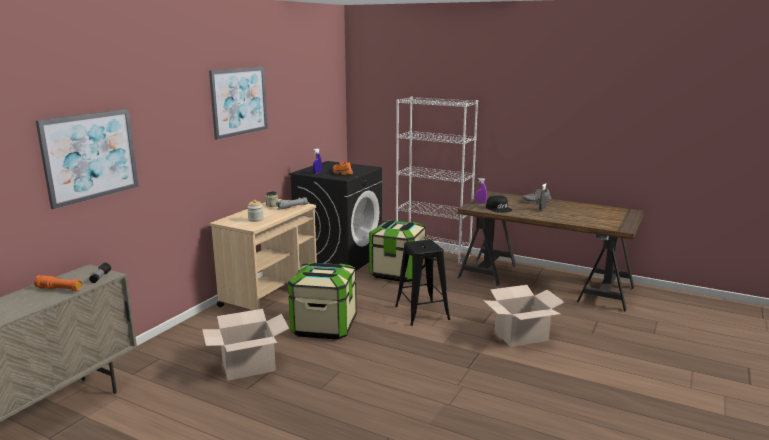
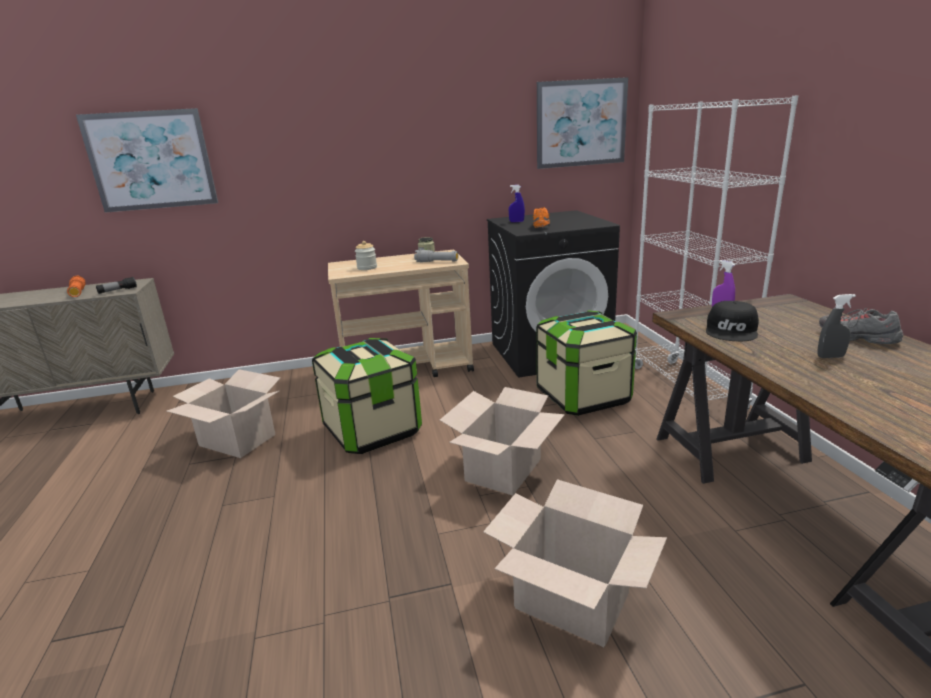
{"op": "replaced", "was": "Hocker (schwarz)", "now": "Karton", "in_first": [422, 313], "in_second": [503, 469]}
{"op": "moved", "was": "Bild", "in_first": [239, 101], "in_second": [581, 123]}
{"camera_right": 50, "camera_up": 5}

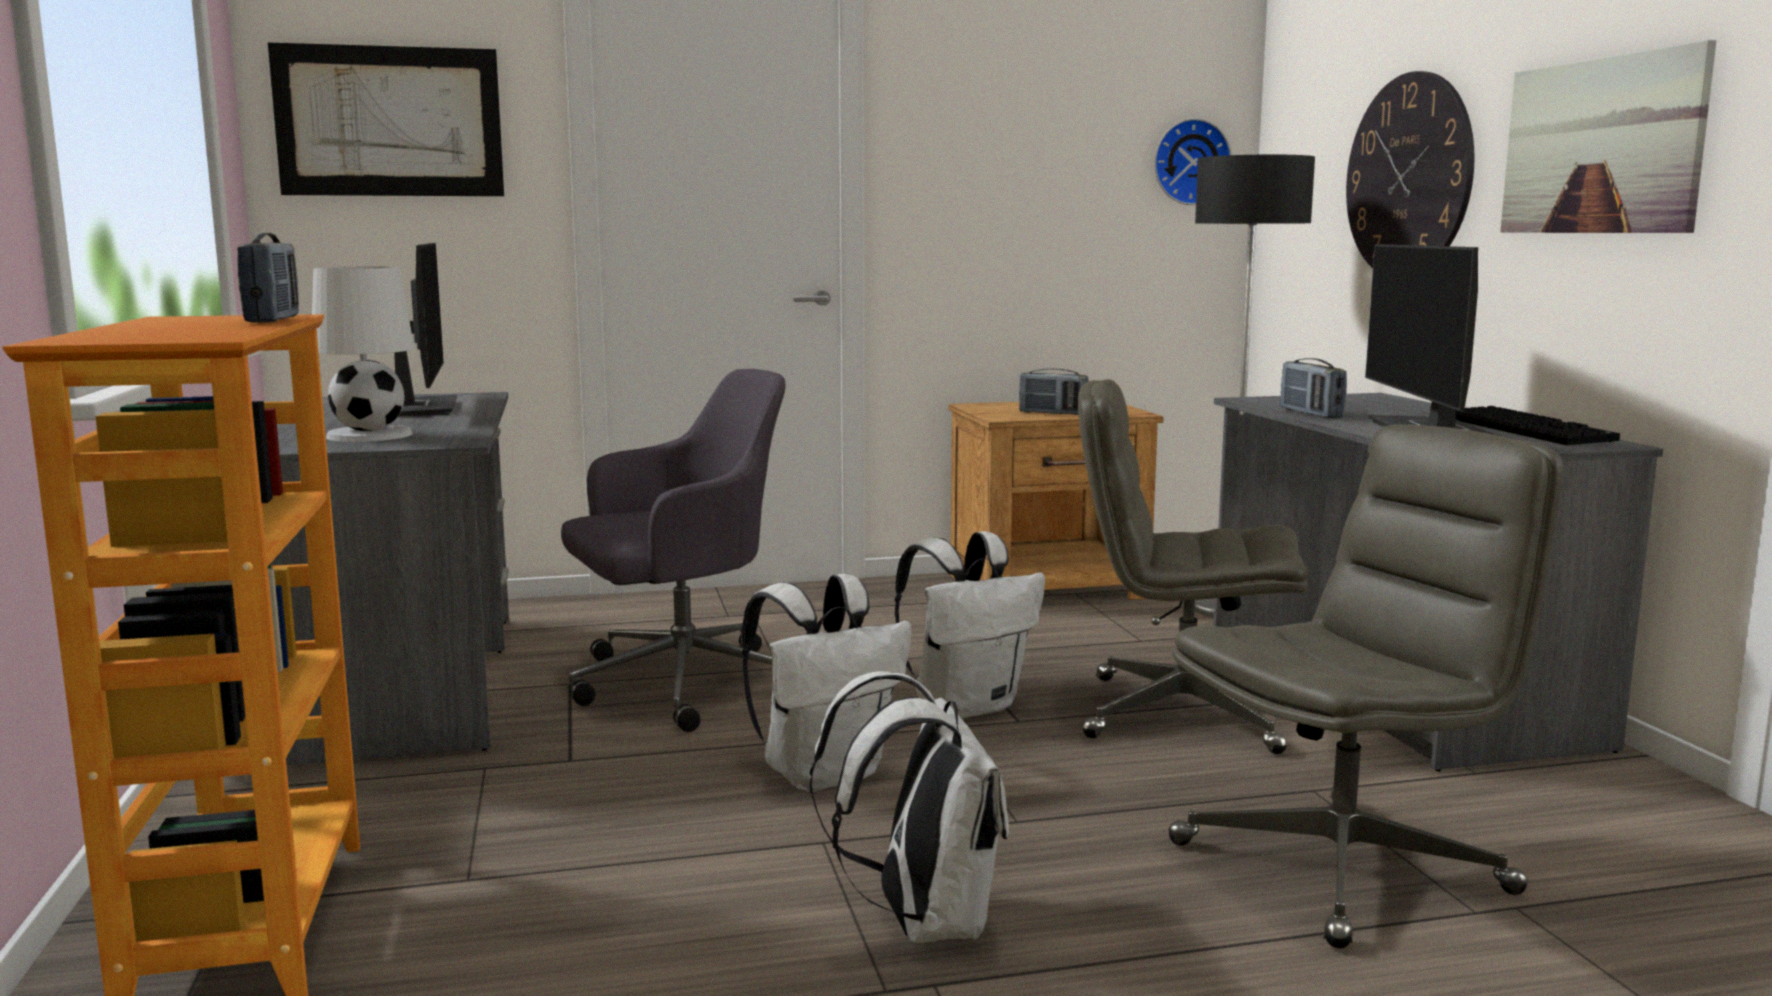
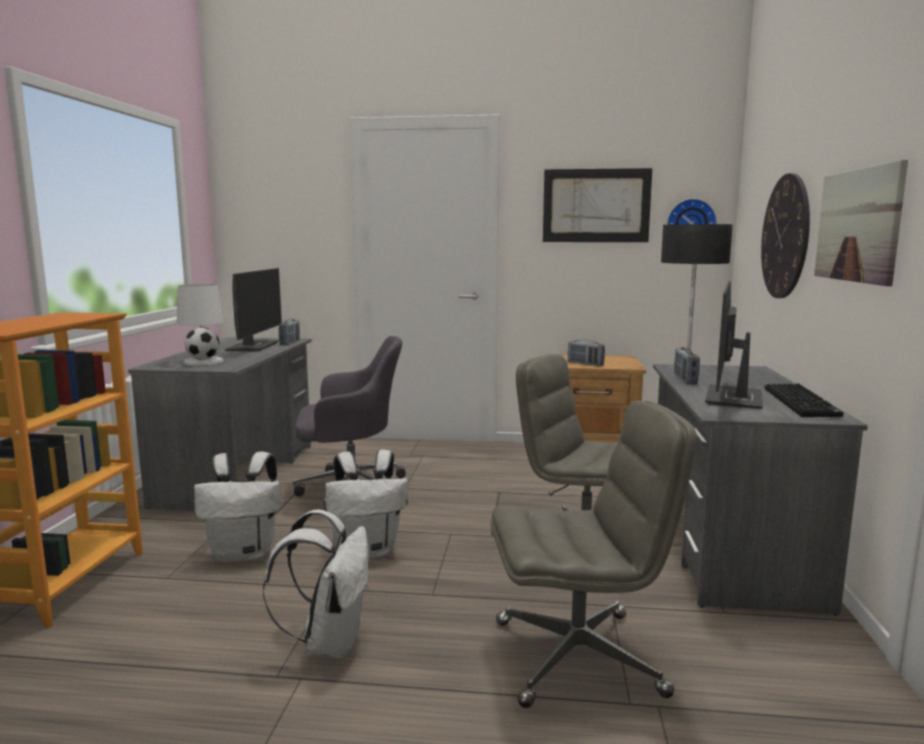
{"op": "moved", "was": "Rucksack (weiß)", "in_first": [967, 706], "in_second": [245, 553]}
{"op": "moved", "was": "Radio", "in_first": [273, 320], "in_second": [290, 343]}
{"op": "moved", "was": "Bild", "in_first": [389, 121], "in_second": [596, 205]}
{"camera_right": 20, "camera_up": 0}

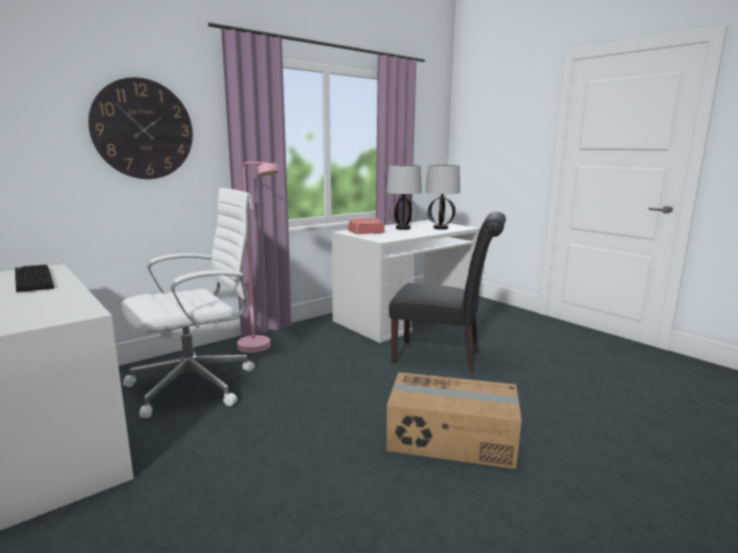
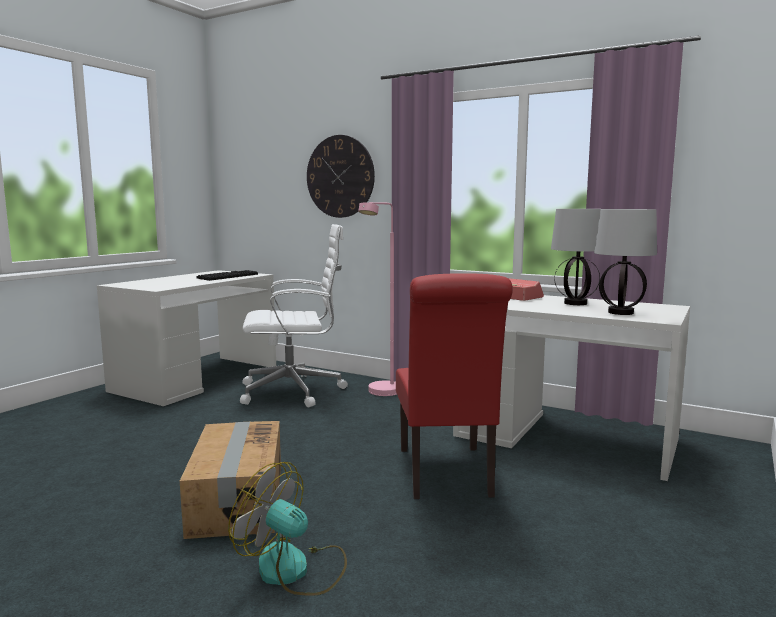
{"op": "added", "now": "Ventilator", "in_second": [294, 570]}
{"op": "turned", "was": "Bürostuhl (weiß)", "in_first": [196, 384], "in_second": [295, 391], "clockwise": -45}
{"op": "recoloured", "was": "Stuhl (schwarz)", "now": "Stuhl (rot)", "in_first": [443, 357], "in_second": [446, 475]}
{"camera_right": 70, "camera_up": -5}

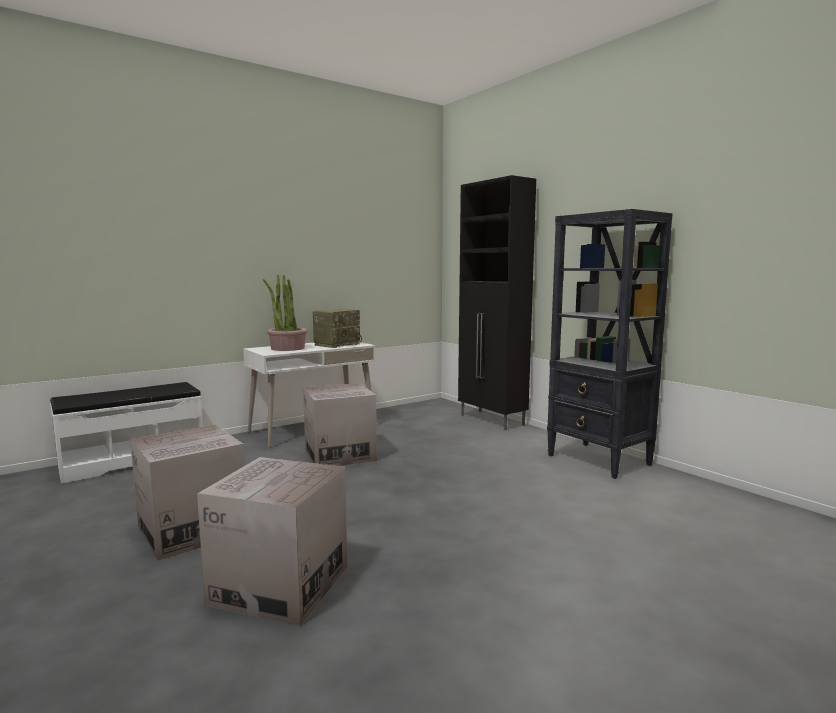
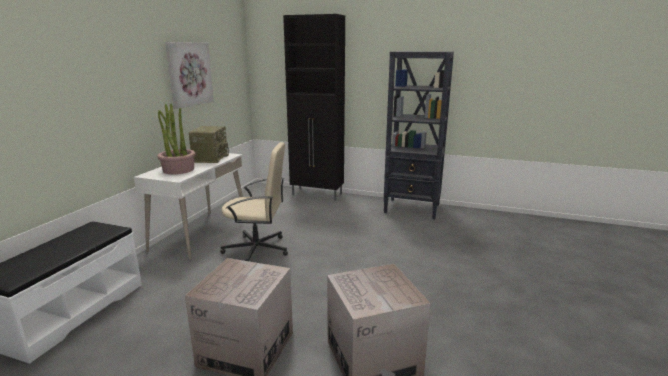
{"op": "added", "now": "Bild", "in_second": [189, 74]}
{"op": "replaced", "was": "Karton", "now": "Bürostuhl (beige)", "in_first": [340, 455], "in_second": [257, 249]}
{"camera_right": -35, "camera_up": 10}

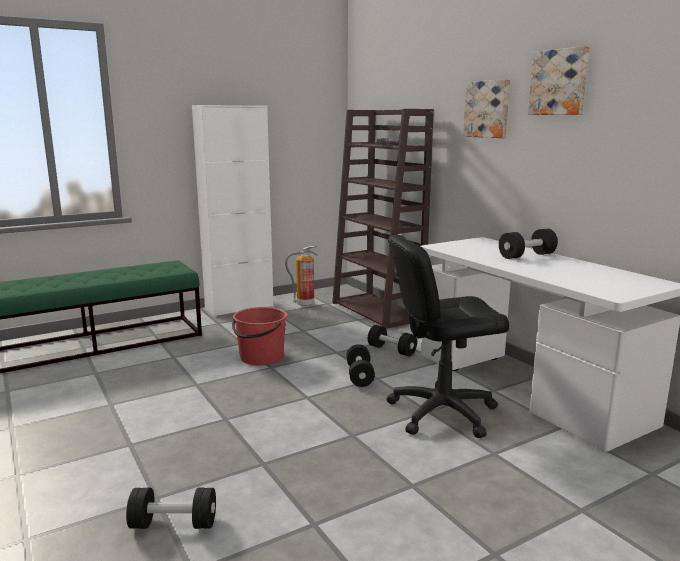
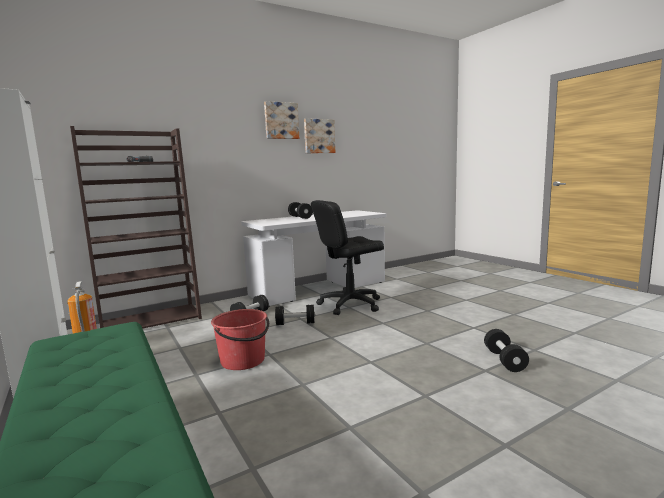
{"op": "moved", "was": "Bild", "in_first": [488, 109], "in_second": [319, 136]}
{"op": "turned", "was": "Bürostuhl (schwarz)", "in_first": [442, 412], "in_second": [350, 304], "clockwise": 75}
{"camera_right": -90, "camera_up": -5}

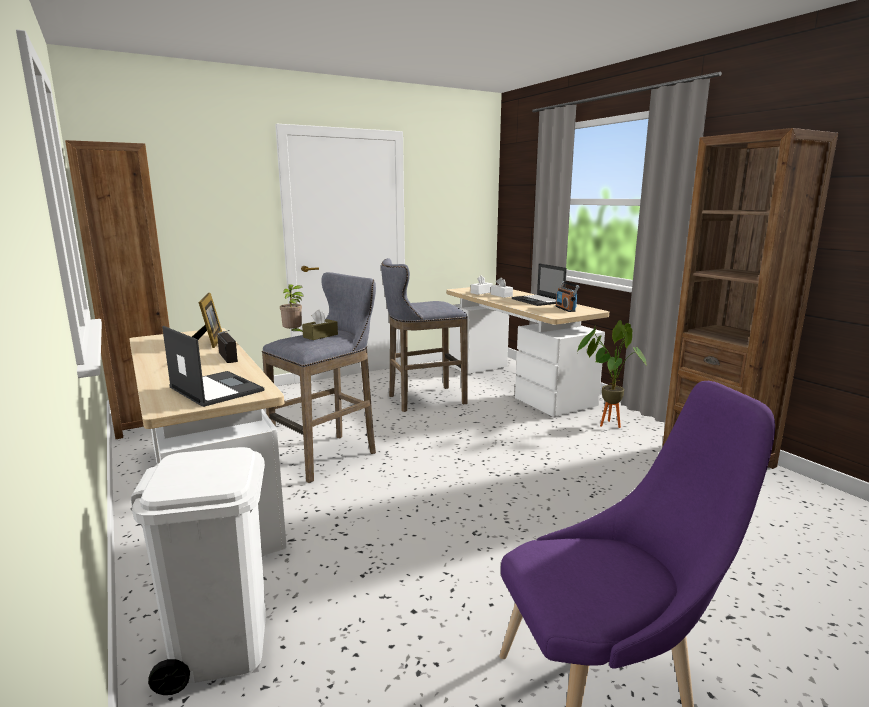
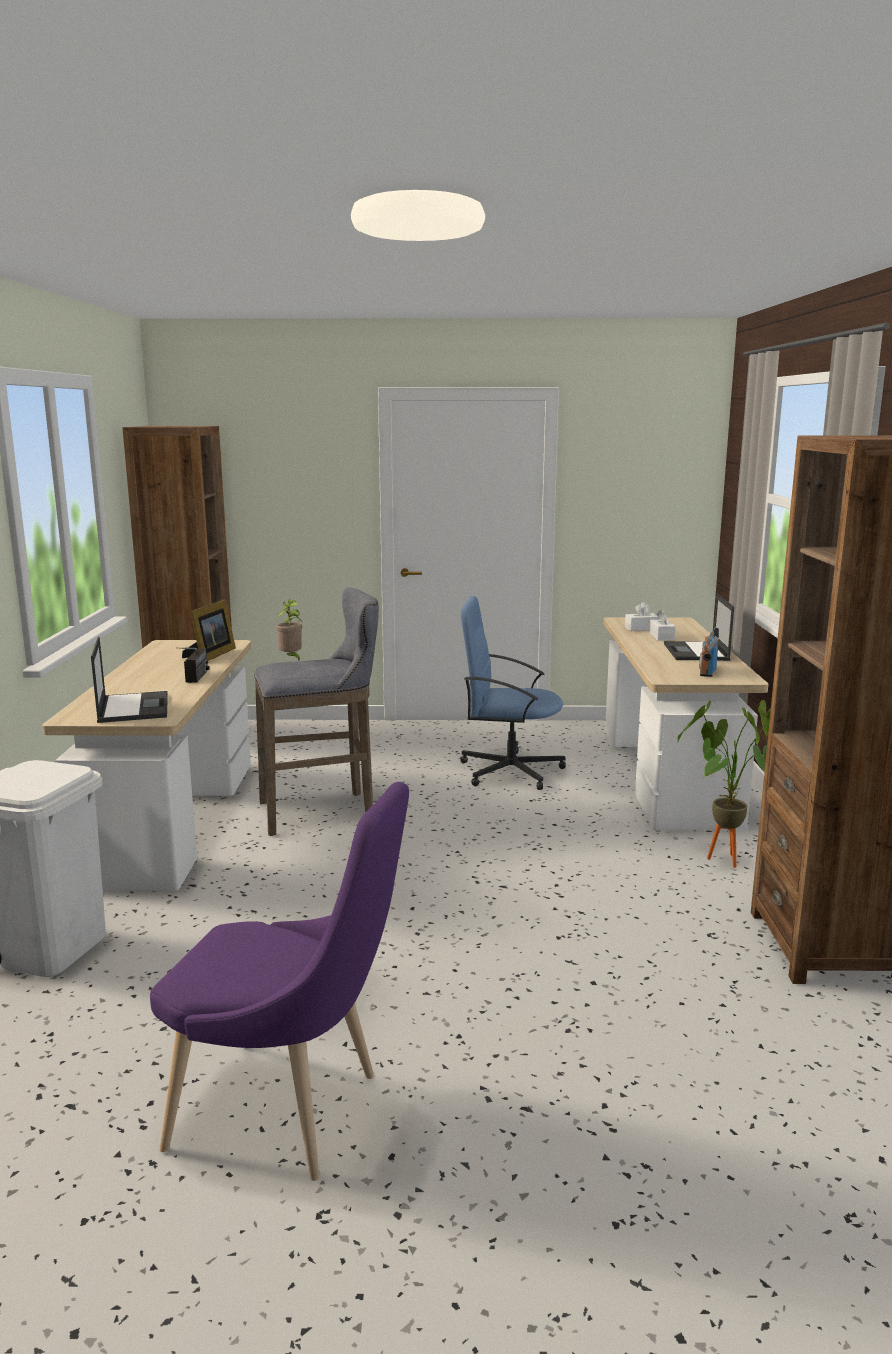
{"op": "replaced", "was": "Hocker (grau)", "now": "Bürostuhl (blau)", "in_first": [423, 400], "in_second": [509, 771]}
{"op": "removed", "was": "Taschentuchbox (braun)", "in_first": [320, 336]}
{"camera_right": 30, "camera_up": 0}

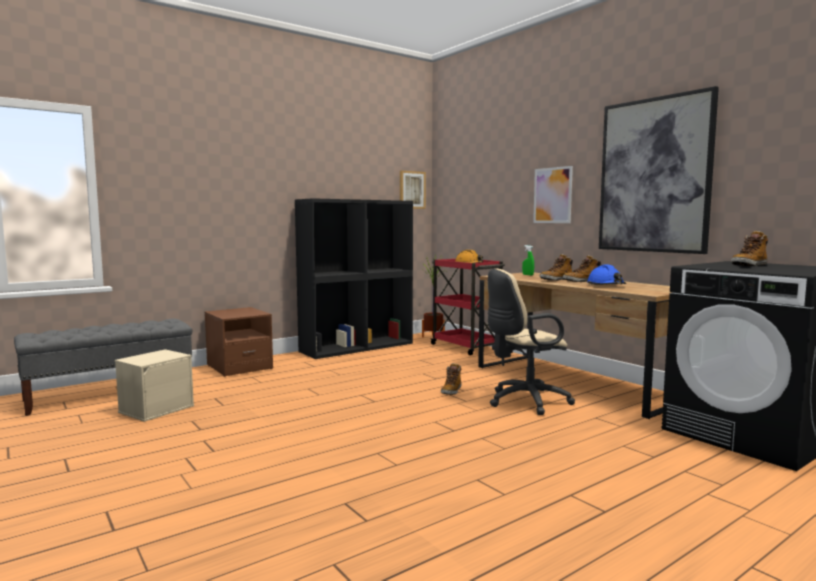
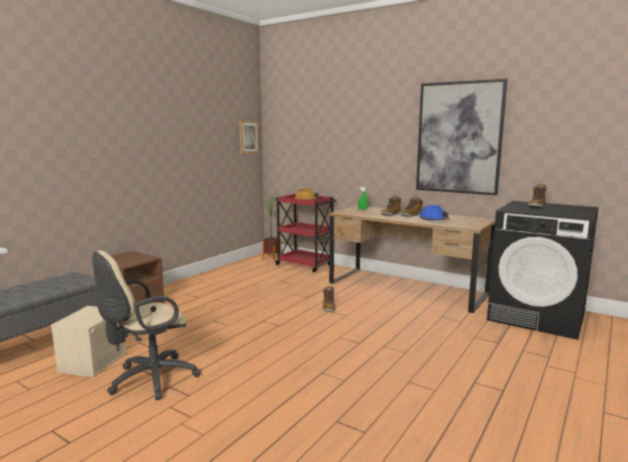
{"op": "moved", "was": "Bürostuhl (beige)", "in_first": [524, 401], "in_second": [149, 380]}
{"op": "removed", "was": "Bücherregal (schwarz)", "in_first": [357, 347]}
{"op": "removed", "was": "Bild", "in_first": [552, 195]}
{"camera_right": -20, "camera_up": 5}

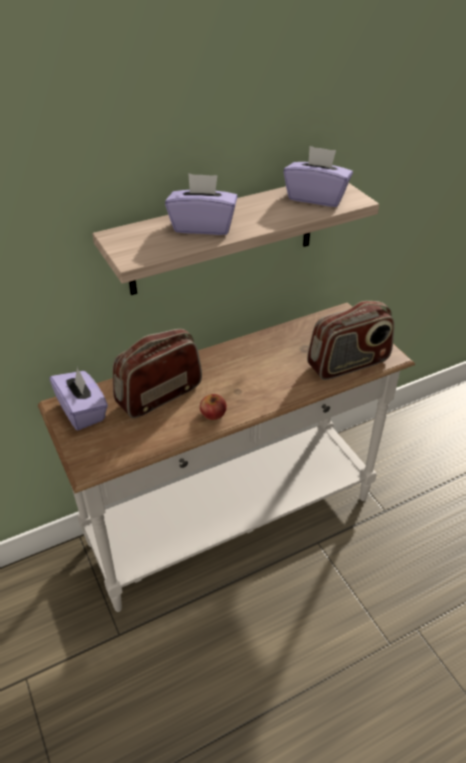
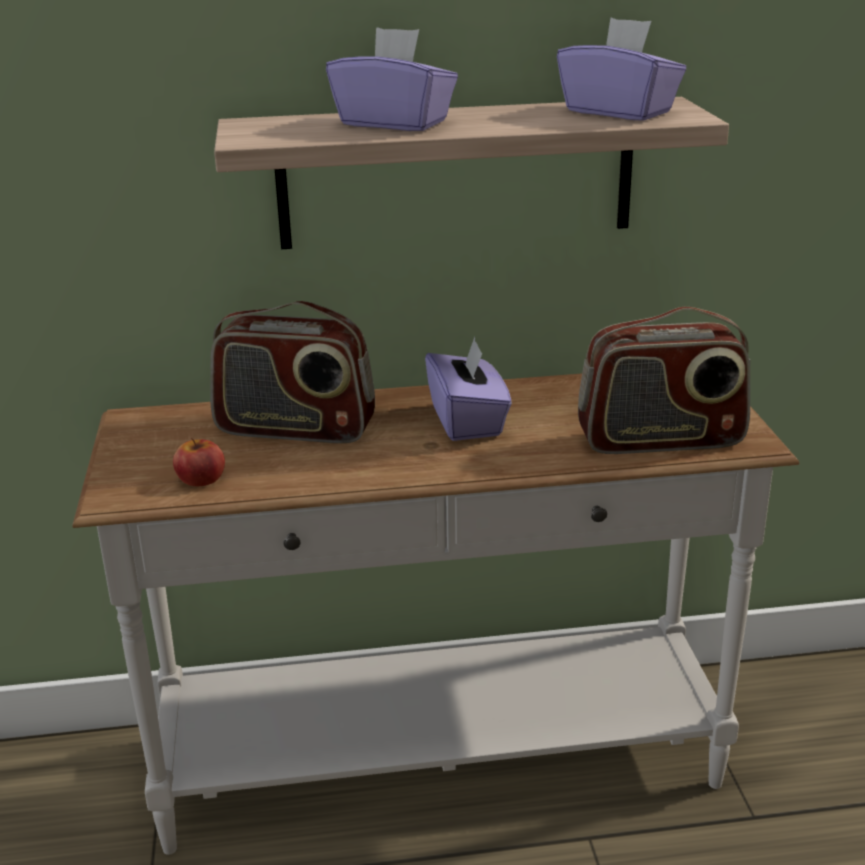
{"op": "moved", "was": "Apfel", "in_first": [213, 413], "in_second": [201, 478]}
{"op": "turned", "was": "Radio", "in_first": [159, 395], "in_second": [295, 429], "clockwise": -150}
{"op": "moved", "was": "Taschentuchbox (lila)", "in_first": [82, 411], "in_second": [467, 421]}
{"camera_right": 20, "camera_up": -15}

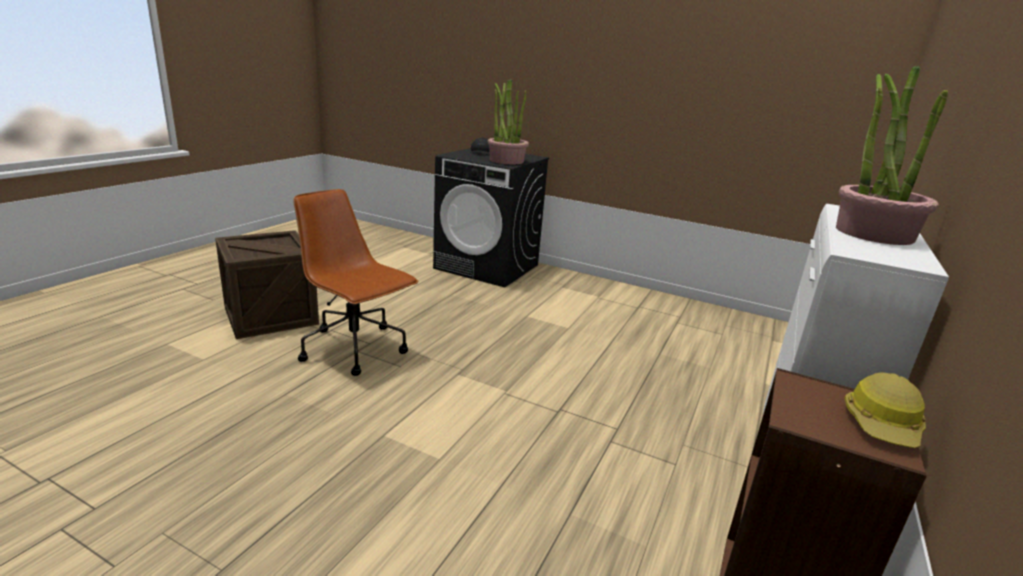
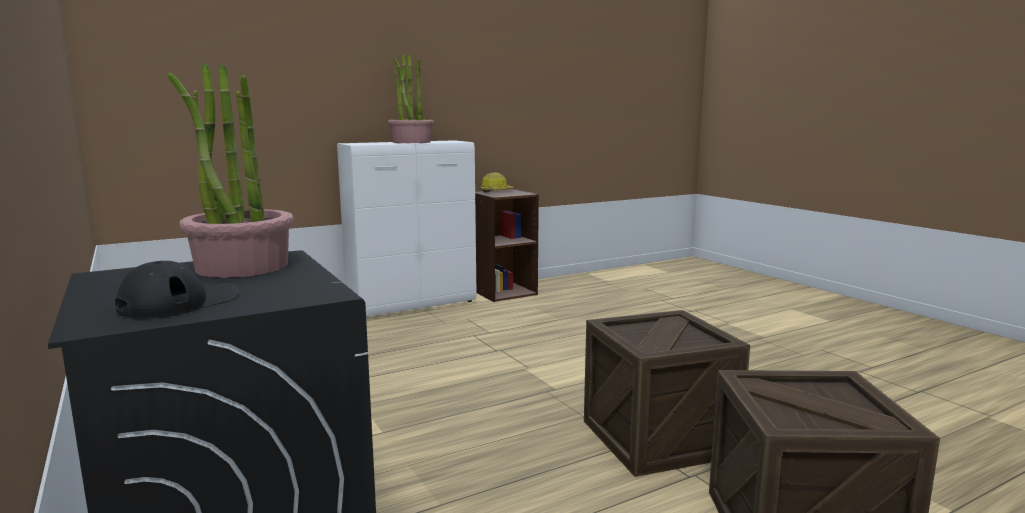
{"op": "replaced", "was": "Bürostuhl (braun)", "now": "Kiste", "in_first": [356, 349], "in_second": [658, 438]}
{"camera_right": -145, "camera_up": -10}

